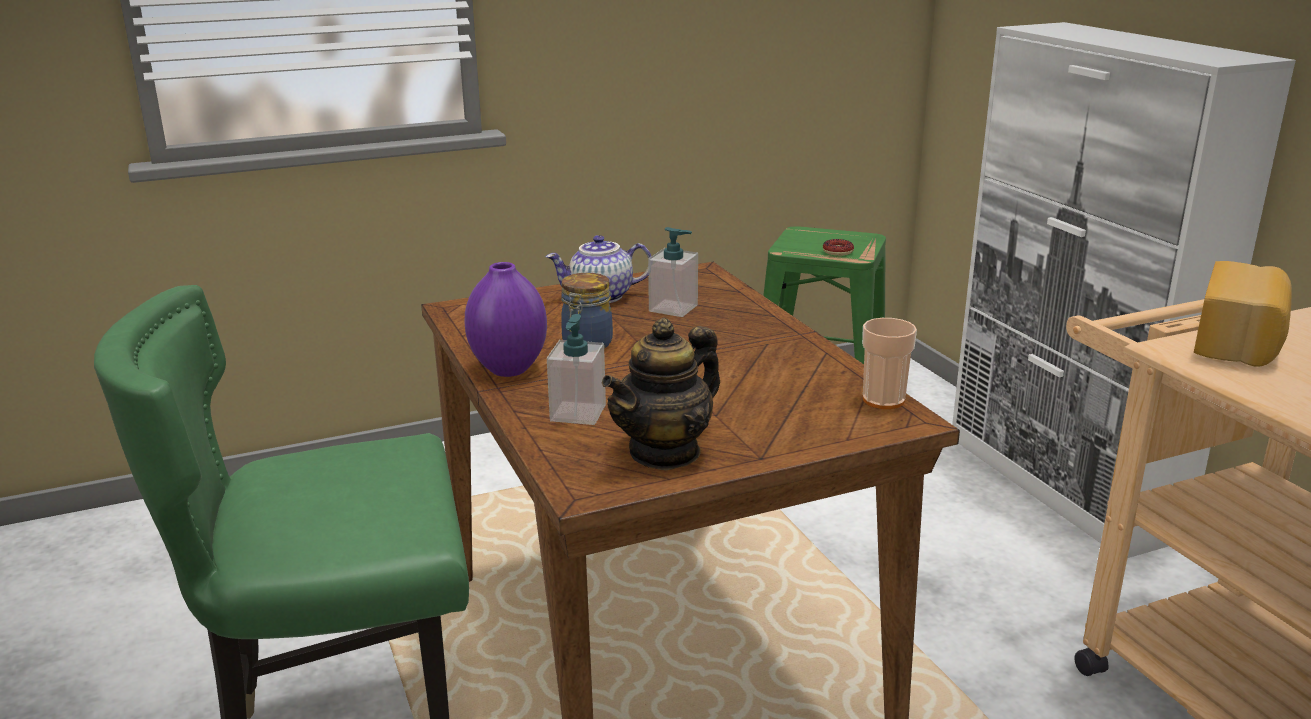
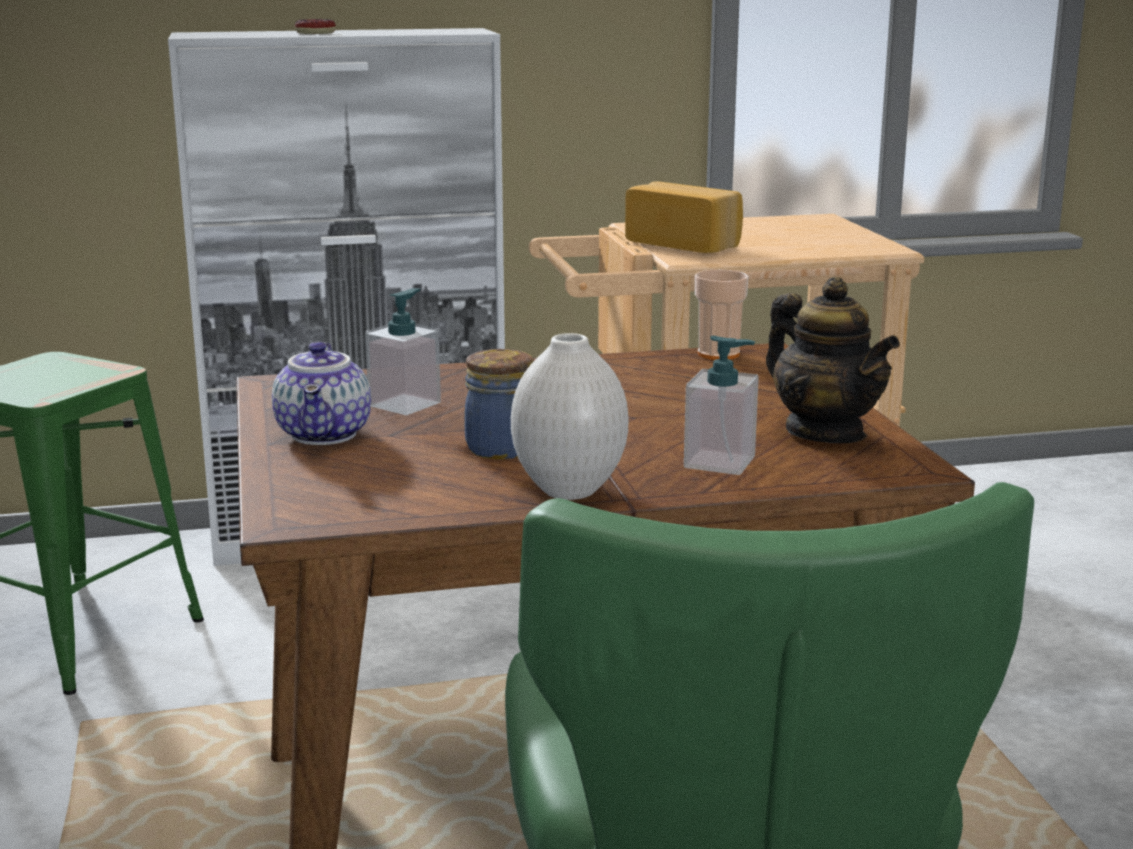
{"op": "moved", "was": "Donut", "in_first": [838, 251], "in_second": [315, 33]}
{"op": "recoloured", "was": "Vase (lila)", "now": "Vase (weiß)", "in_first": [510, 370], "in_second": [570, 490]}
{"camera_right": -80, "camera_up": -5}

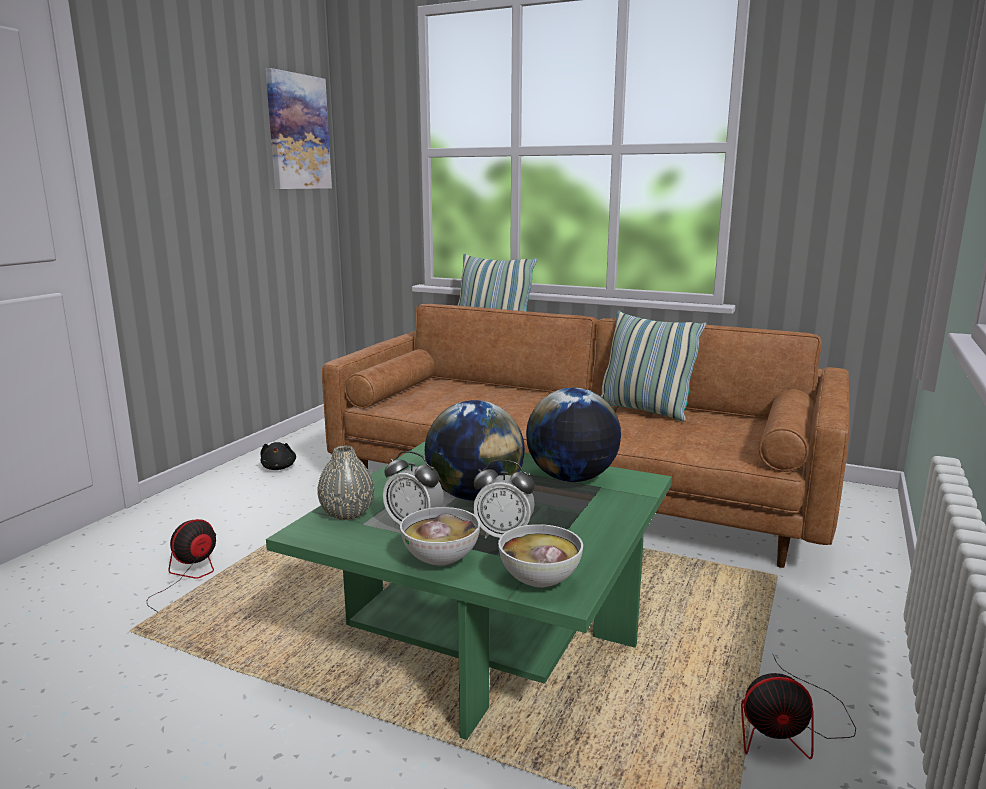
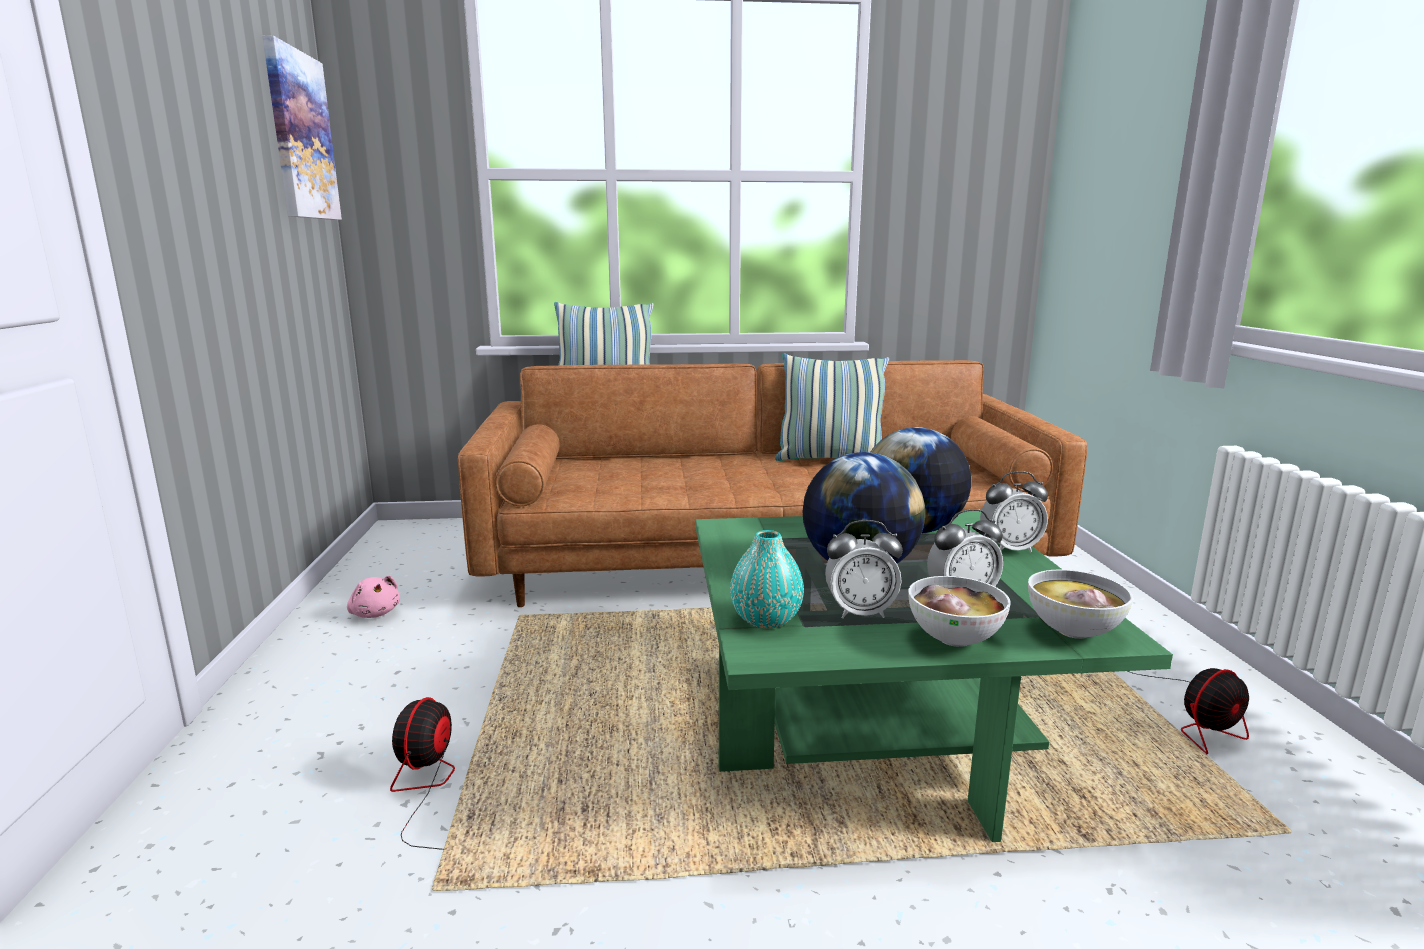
{"op": "recoloured", "was": "Plüschtier (schwarz)", "now": "Plüschtier (rosa)", "in_first": [279, 467], "in_second": [375, 613]}
{"op": "recoloured", "was": "Vase (grau)", "now": "Vase (türkis)", "in_first": [347, 513], "in_second": [766, 619]}
{"op": "added", "now": "Wecker", "in_second": [1010, 549]}
{"camera_right": -30, "camera_up": 0}

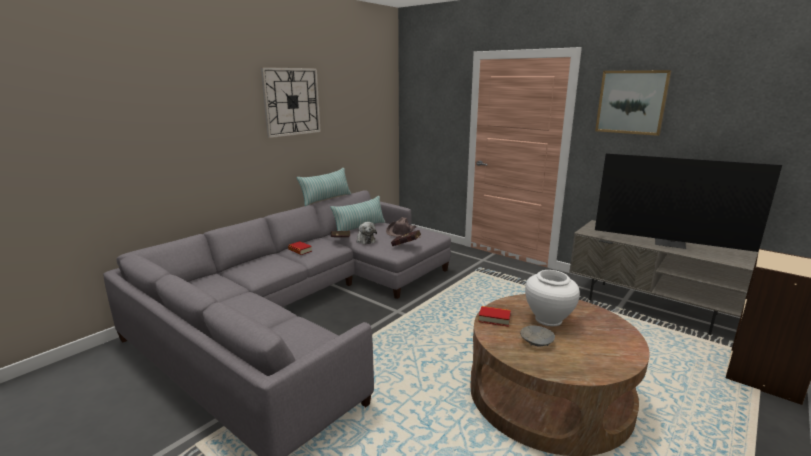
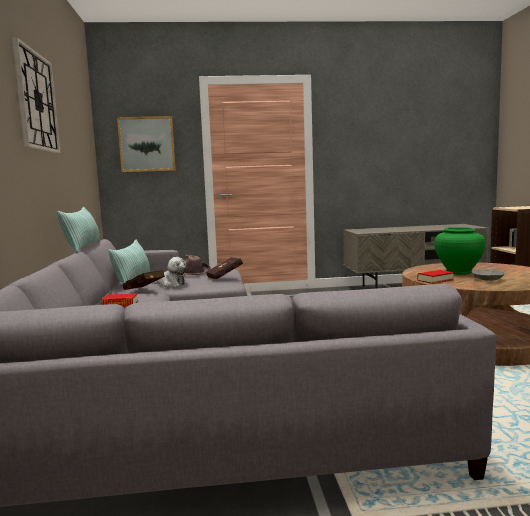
{"op": "moved", "was": "Bild", "in_first": [631, 102], "in_second": [147, 144]}
{"op": "recoloured", "was": "Vase (weiß)", "now": "Vase (grün)", "in_first": [548, 319], "in_second": [458, 272]}
{"op": "removed", "was": "Fernseher", "in_first": [670, 244]}
{"camera_right": -45, "camera_up": -10}

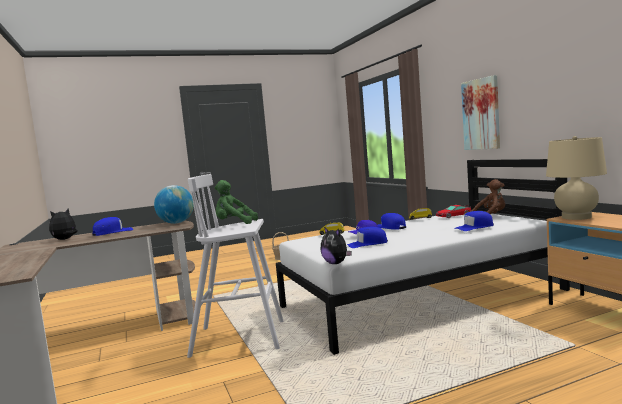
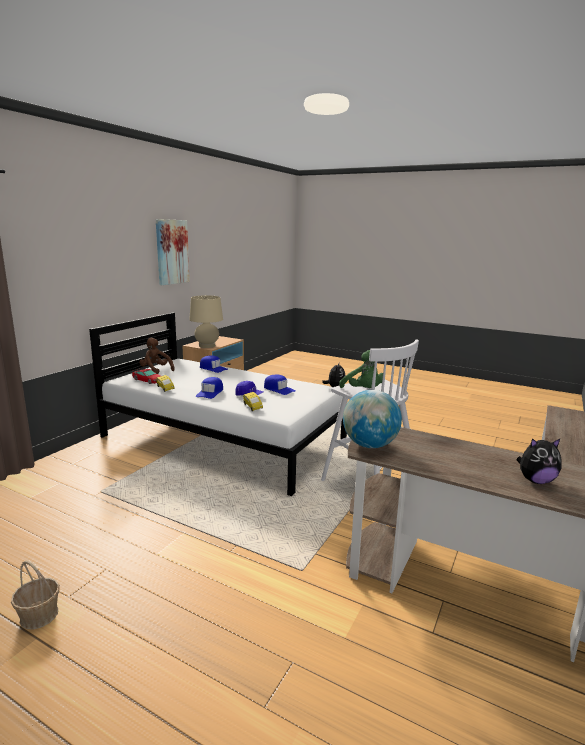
{"op": "moved", "was": "Bild", "in_first": [481, 114], "in_second": [172, 252]}
{"op": "removed", "was": "Kappe (blau)", "in_first": [113, 232]}
{"camera_right": -130, "camera_up": 10}

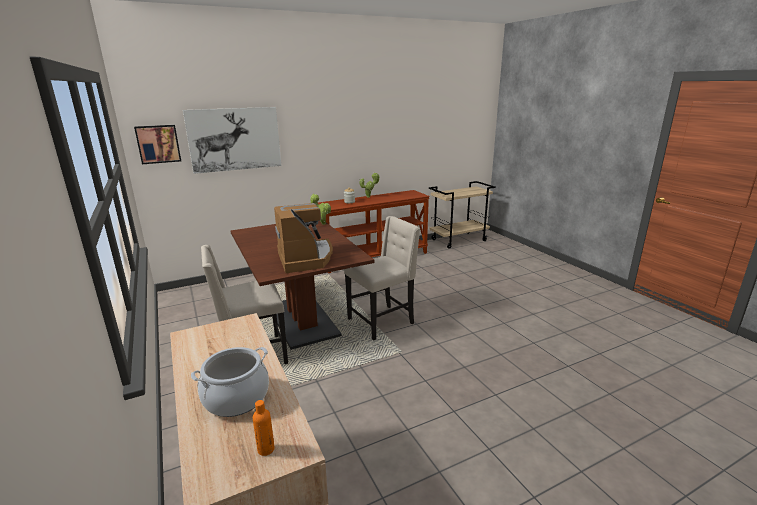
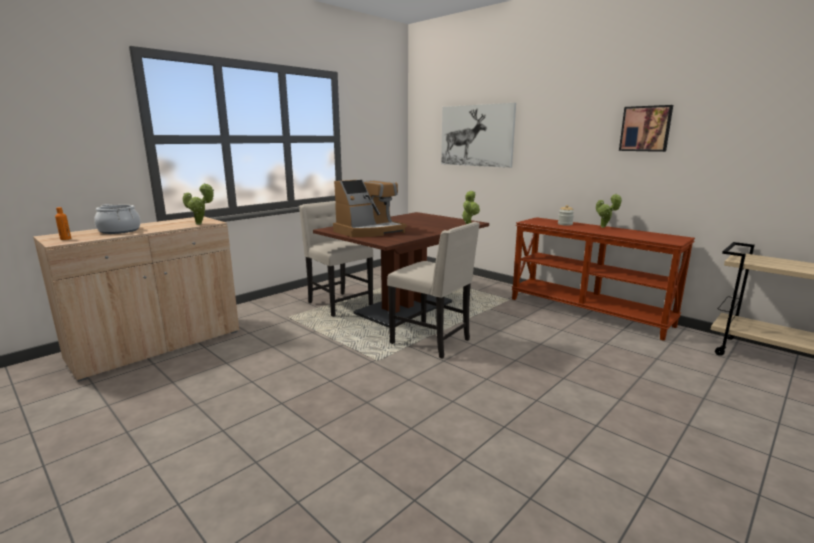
{"op": "added", "now": "Topfpflanze", "in_second": [200, 224]}
{"op": "moved", "was": "Bild", "in_first": [158, 144], "in_second": [645, 128]}
{"camera_right": 70, "camera_up": -5}

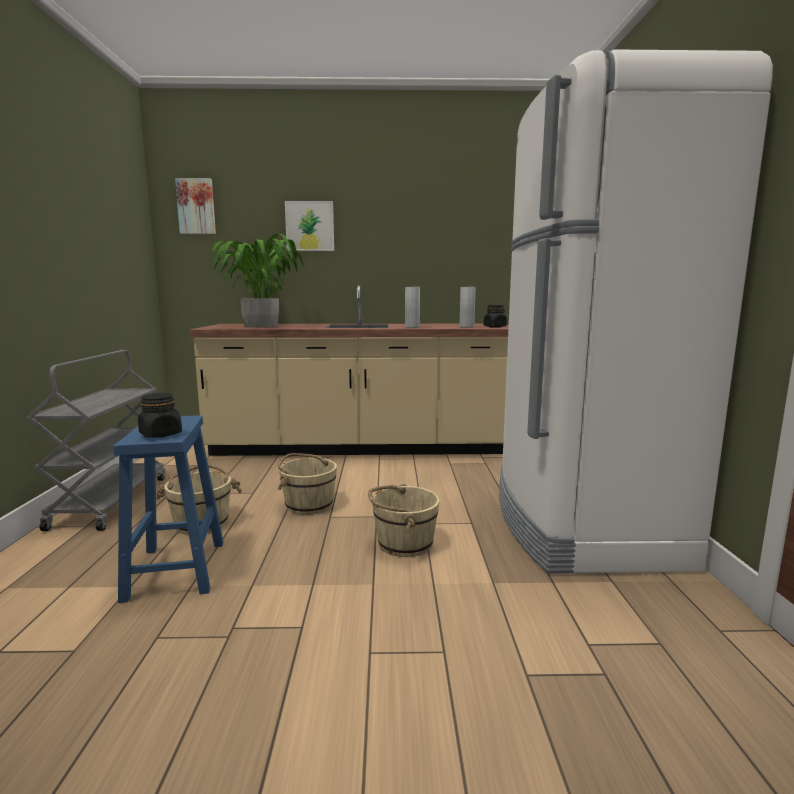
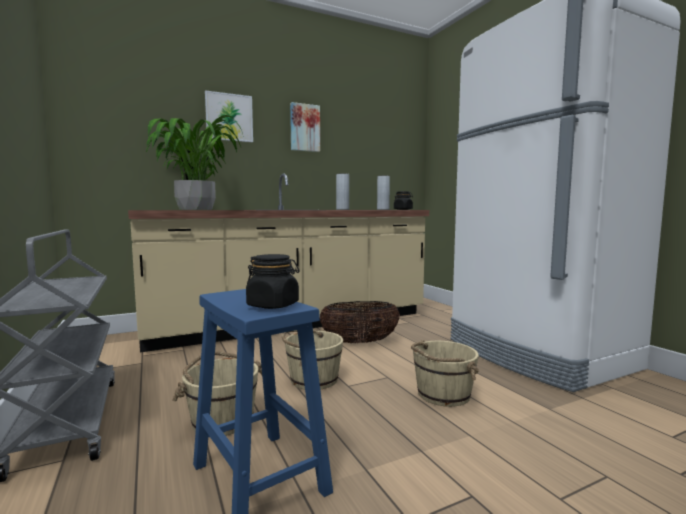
{"op": "moved", "was": "Bild", "in_first": [196, 207], "in_second": [304, 128]}
{"op": "added", "now": "Korb", "in_second": [360, 342]}
{"camera_right": -25, "camera_up": -5}

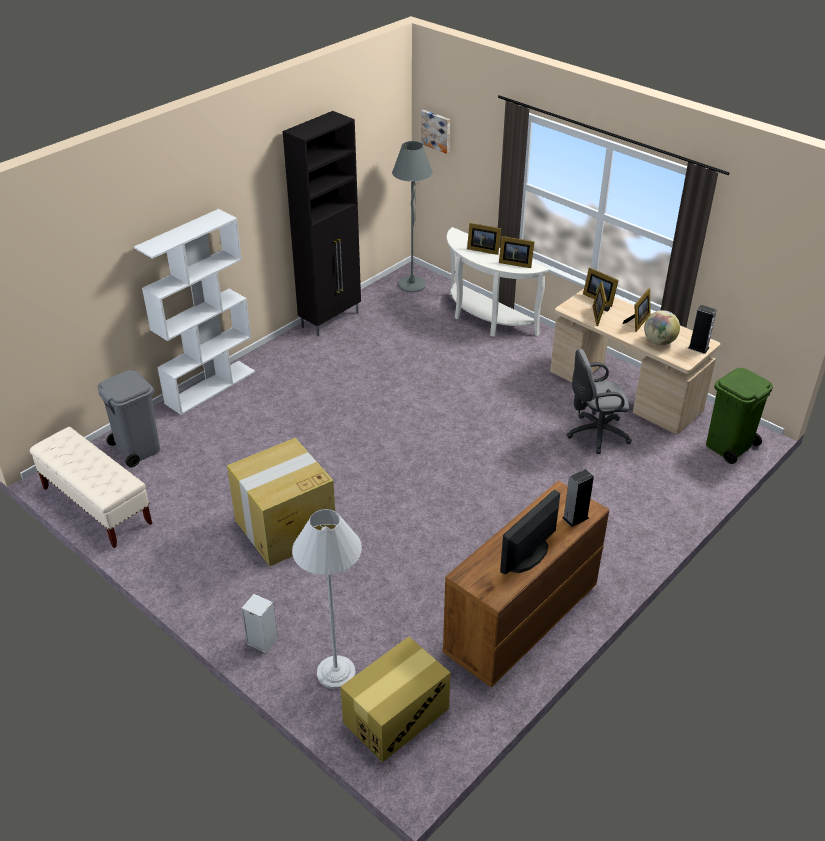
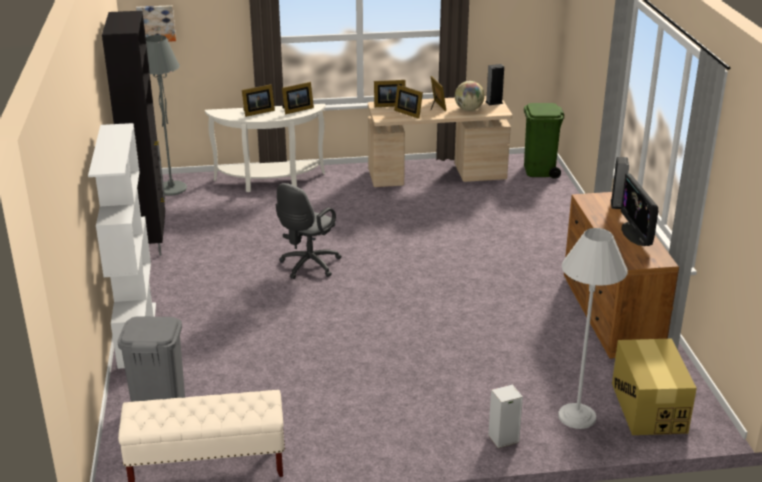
{"op": "moved", "was": "Bürostuhl (grau)", "in_first": [594, 434], "in_second": [307, 266]}
{"op": "removed", "was": "Karton", "in_first": [284, 528]}
{"camera_right": -50, "camera_up": -10}

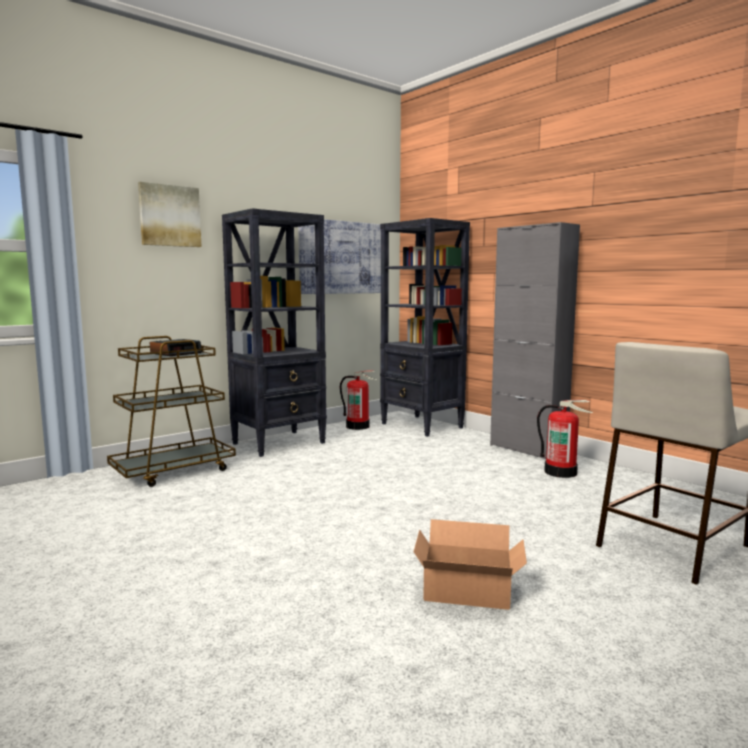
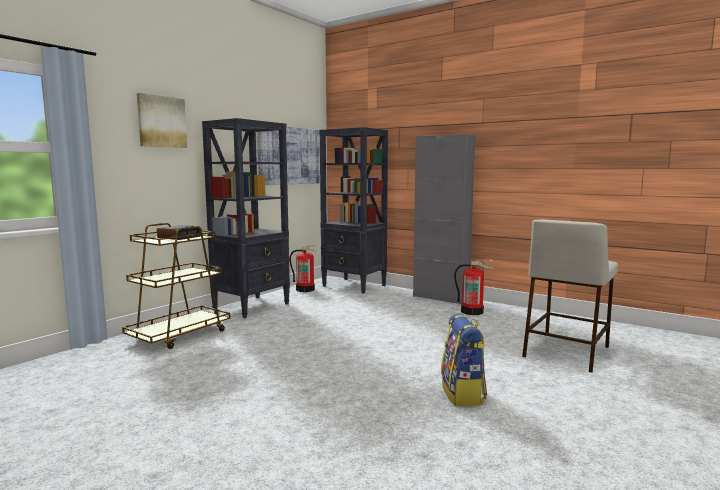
{"op": "replaced", "was": "Karton", "now": "Rucksack", "in_first": [469, 592], "in_second": [463, 394]}
{"camera_right": -15, "camera_up": 0}

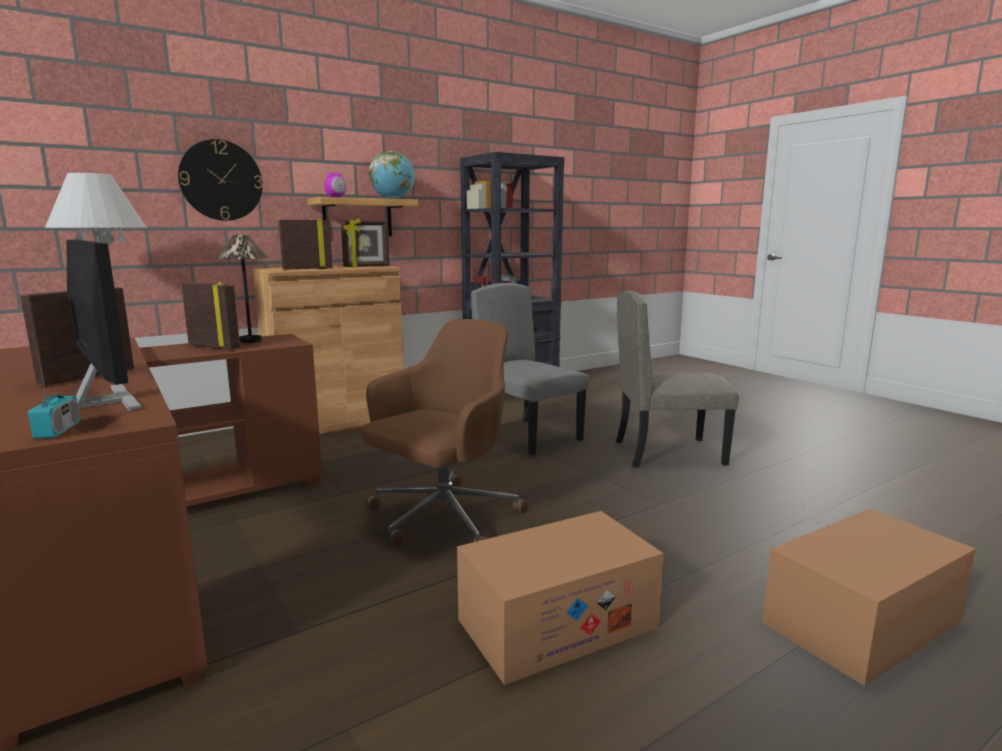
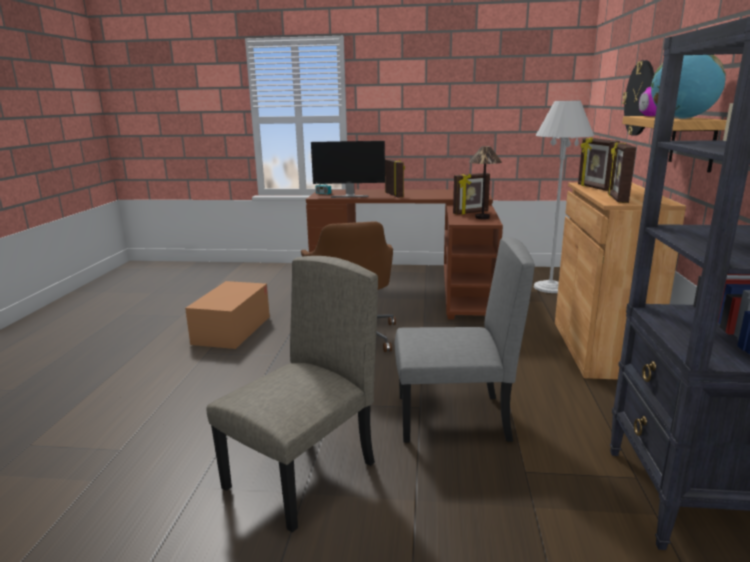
{"op": "turned", "was": "Bilderrahmen", "in_first": [307, 269], "in_second": [594, 188], "clockwise": 150}
{"op": "removed", "was": "Karton", "in_first": [862, 622]}
{"camera_right": 130, "camera_up": 5}

